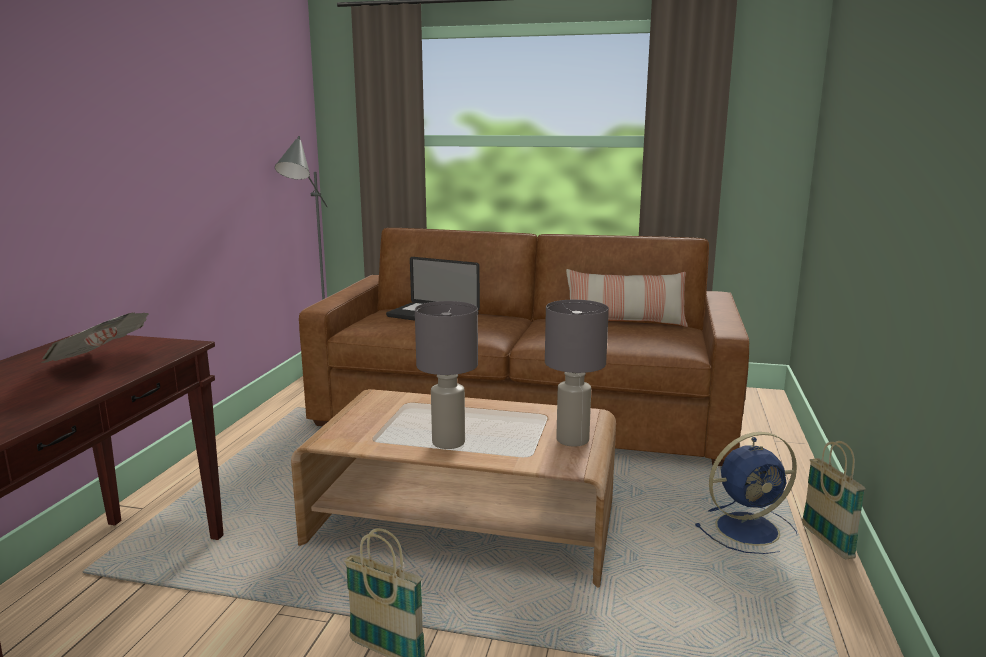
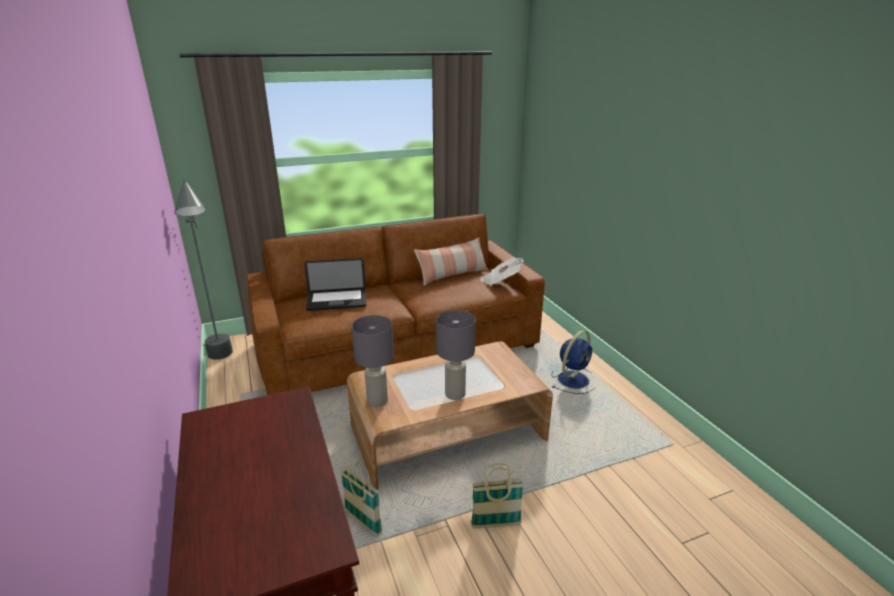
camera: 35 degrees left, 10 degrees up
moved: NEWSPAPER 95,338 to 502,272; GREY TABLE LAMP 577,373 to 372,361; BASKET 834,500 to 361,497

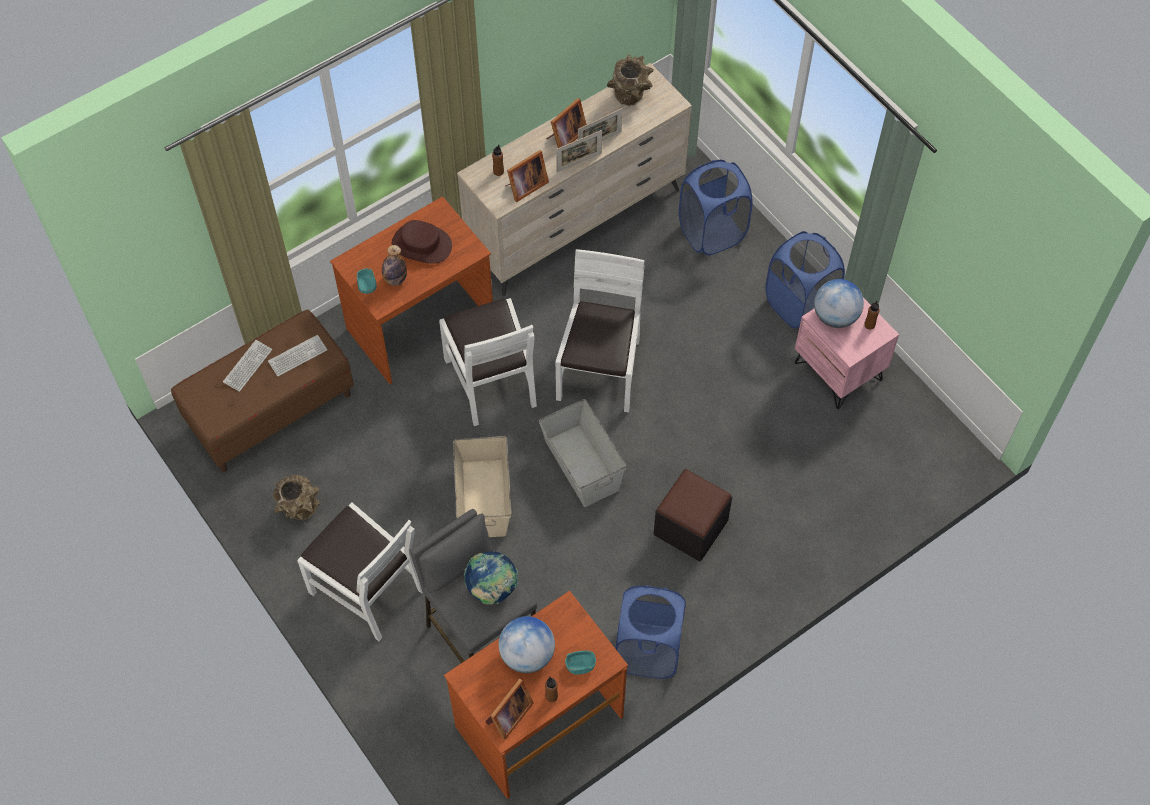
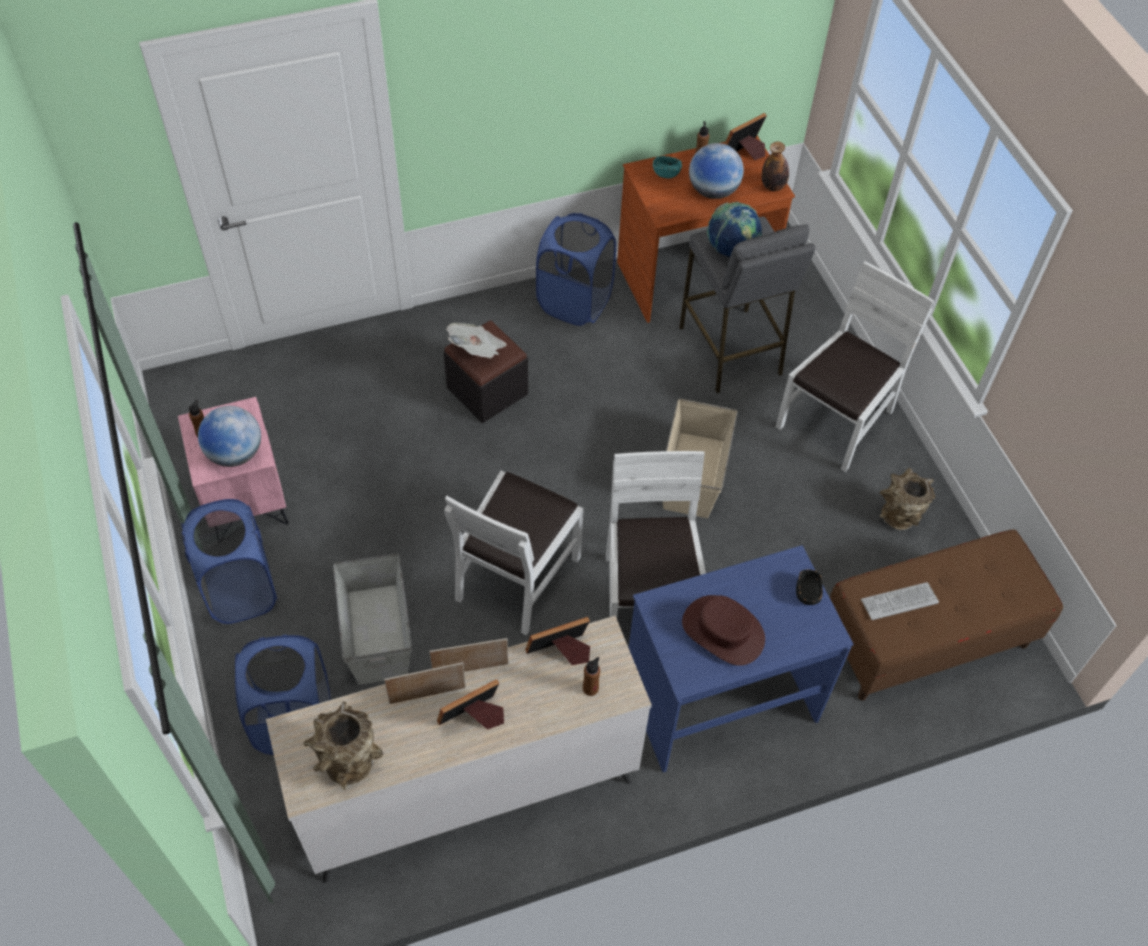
camera: 165 degrees left, 5 degrees down
removed: KEYBOARD 247,366
added: NEWSPAPER 477,341
moved: BOTTLE 394,265 to 775,166; GREY STORAGE BOX 582,453 to 372,619
recoloured: BROWN DESK 411,290 to BLUE DESK 741,659; TURQUOISE BOWL 367,281 to BLACK BOWL 809,587
turned: WHITE CHAIR 360,572 = 855,366 75 degrees clockwise

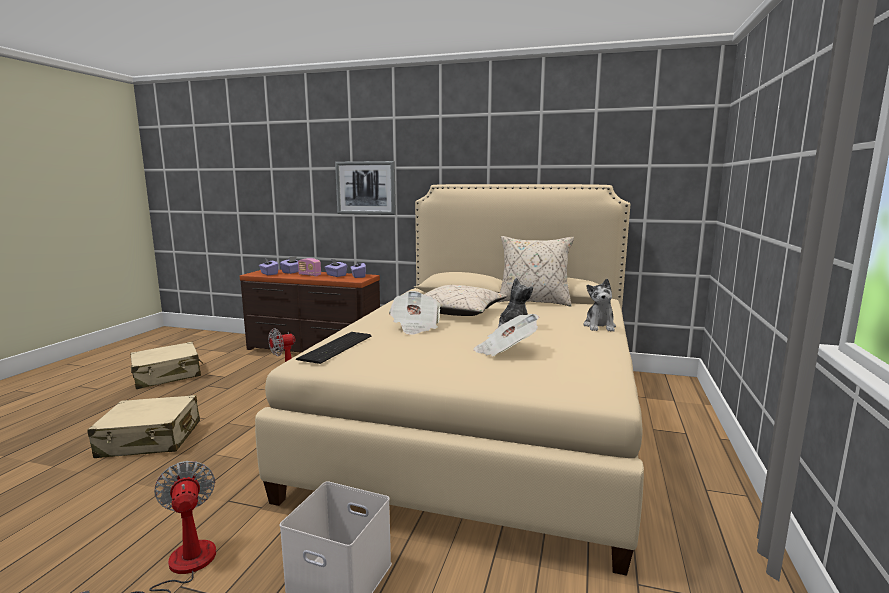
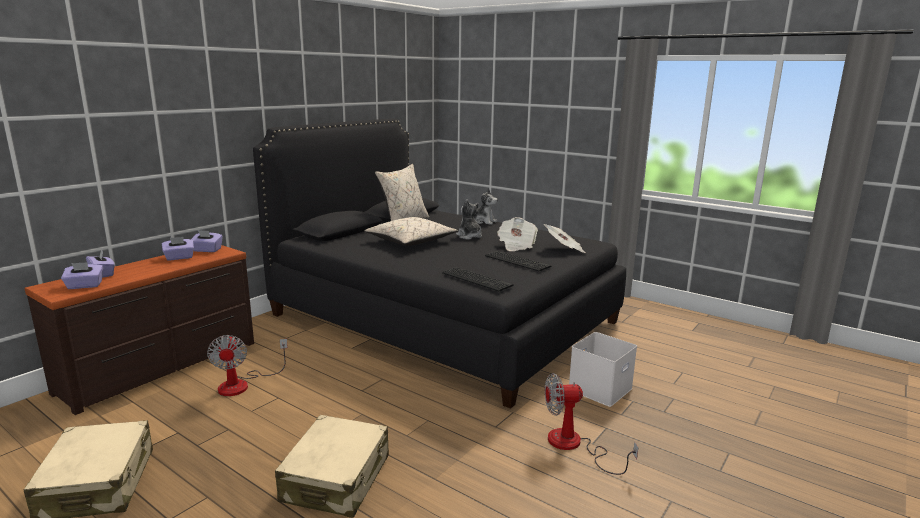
camera: 70 degrees left, 5 degrees up
removed: RADIO 309,267; PICTURE 365,188
added: KEYBOARD 518,261
moved: NEWSPAPER 414,313 to 564,238
recoloured: BEIGE BED 449,380 to BLACK BED 439,264

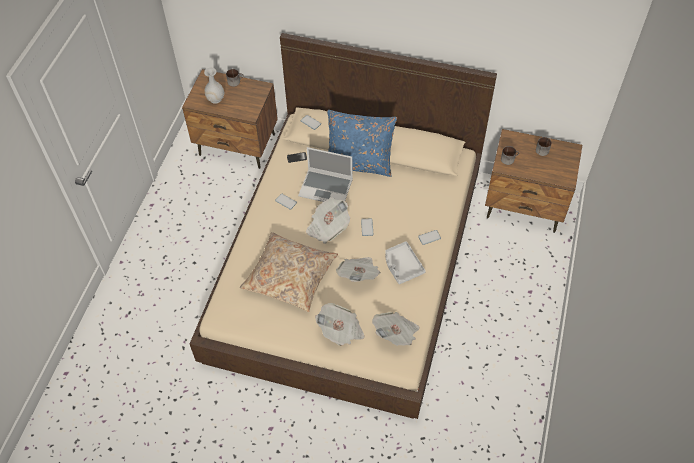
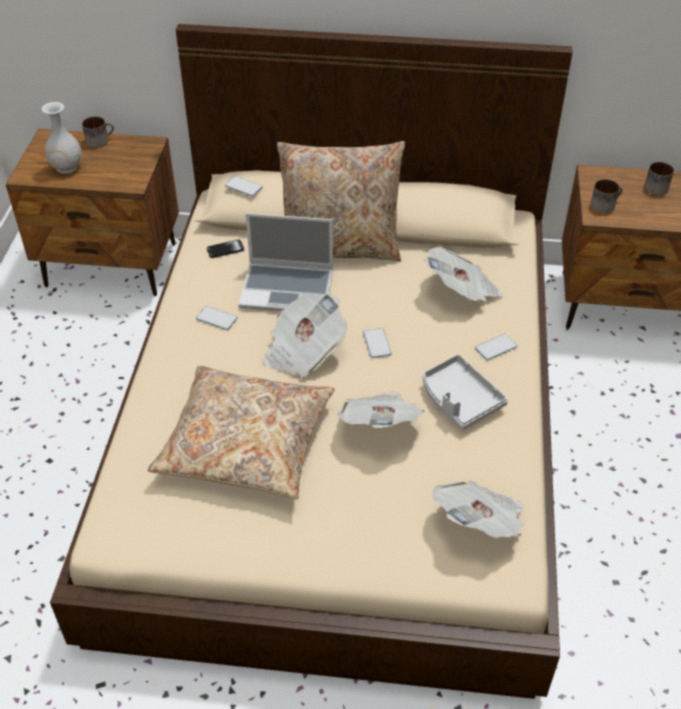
camera: 10 degrees left, 10 degrees down
moved: NEWSPAPER 340,324 to 463,274
recoloured: BLUE PILLOW 362,143 to BEIGE PILLOW 341,201

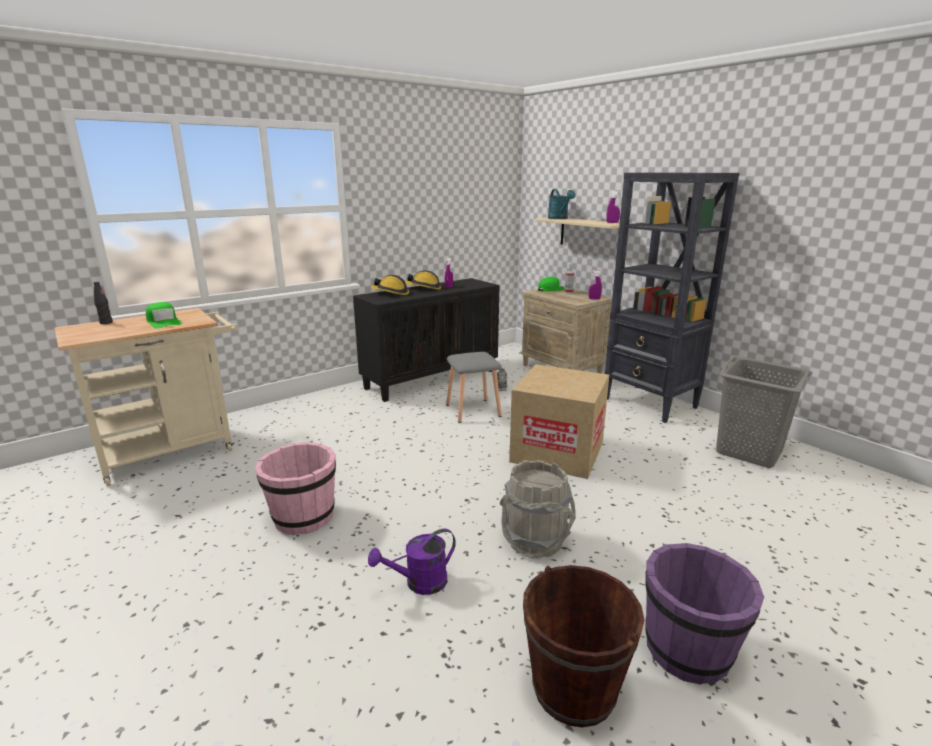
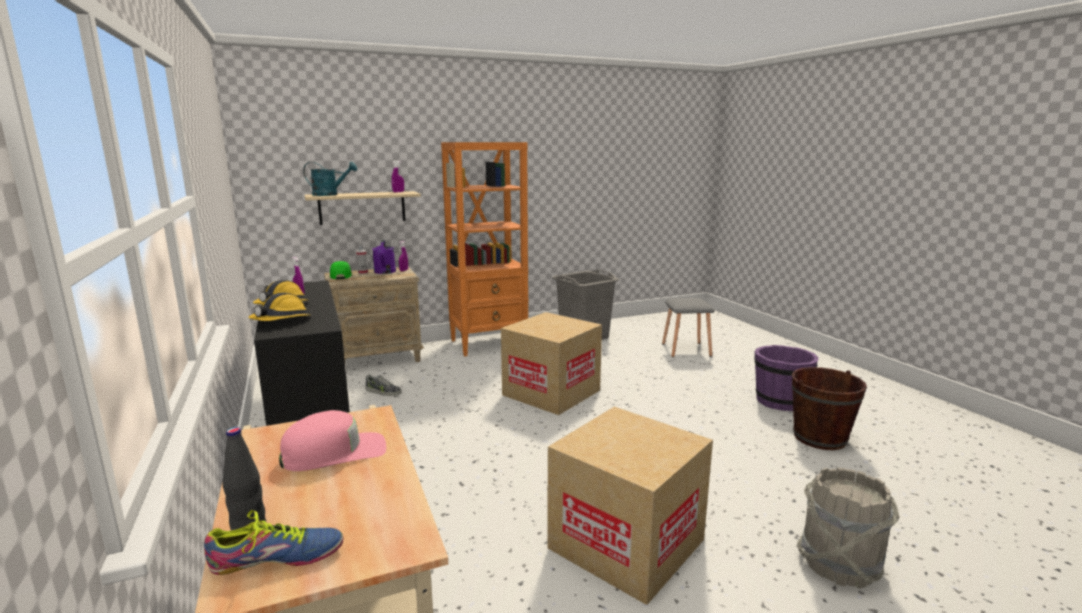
camera: 75 degrees left, 5 degrees down
added: SHOE 273,542
moved: PURPLE WATERING CAN 412,561 to 384,257; GREY STOOL 474,387 to 688,327; GREY BUCKET 538,509 to 848,528
replaced: PINK BUCKET 295,488 to CARDBOARD BOX 630,505
recoloured: GREEN CAP 164,315 to PINK CAP 332,440; BLACK BOOKCASE 671,297 to ORANGE BOOKCASE 484,249

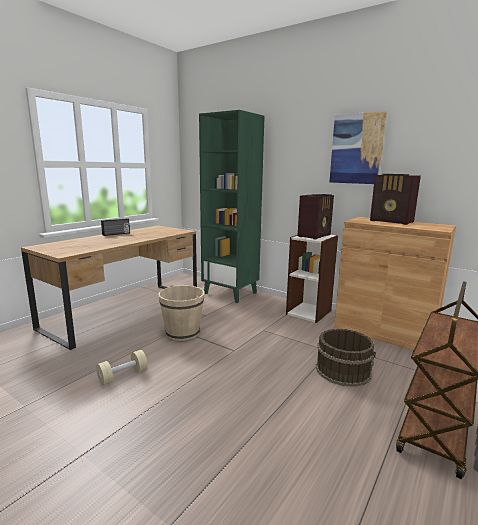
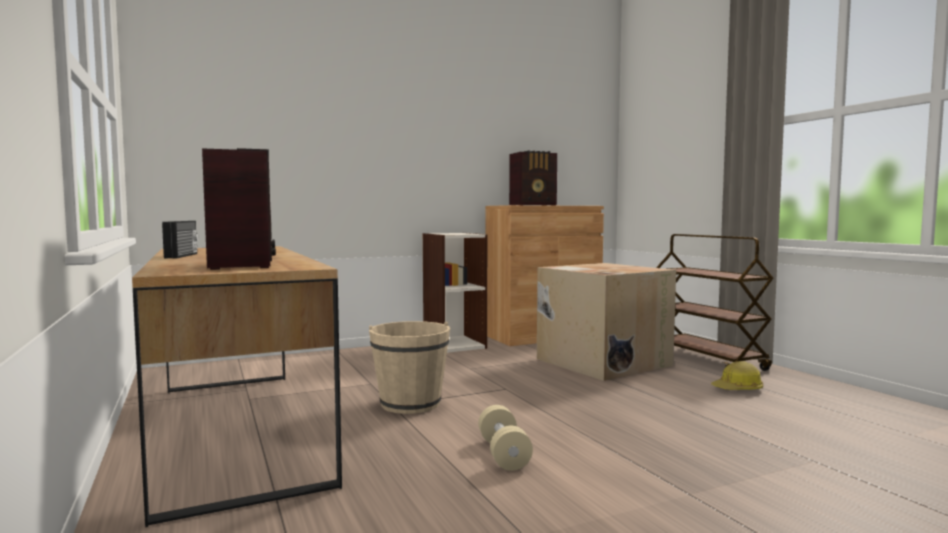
camera: 60 degrees left, 10 degrees down
removed: GREEN BOOKCASE 231,206; PICTURE 358,147
added: HARD HAT 737,375
moved: RADIO 316,217 to 239,209
replaced: BROWN BUCKET 346,358 to CARDBOARD BOX 606,322

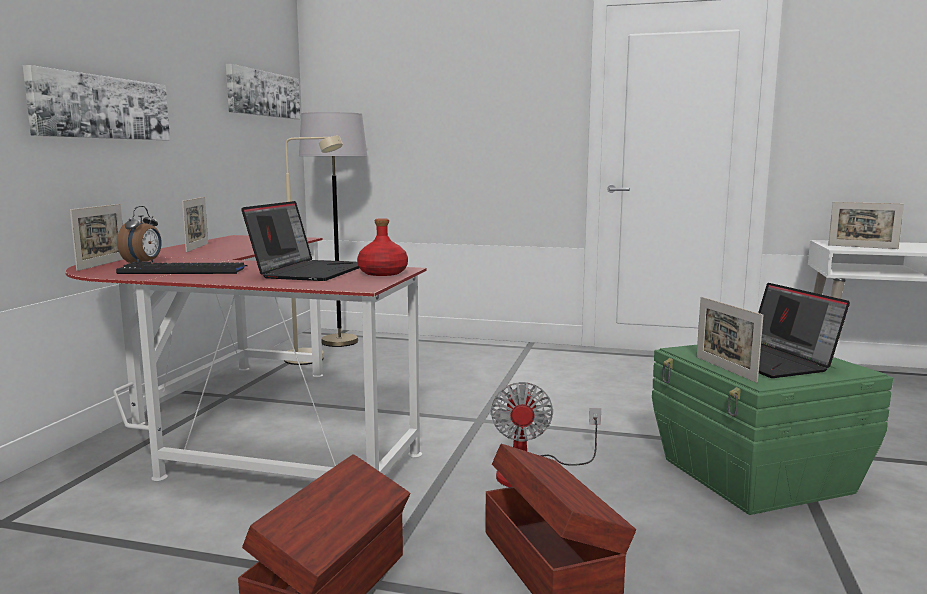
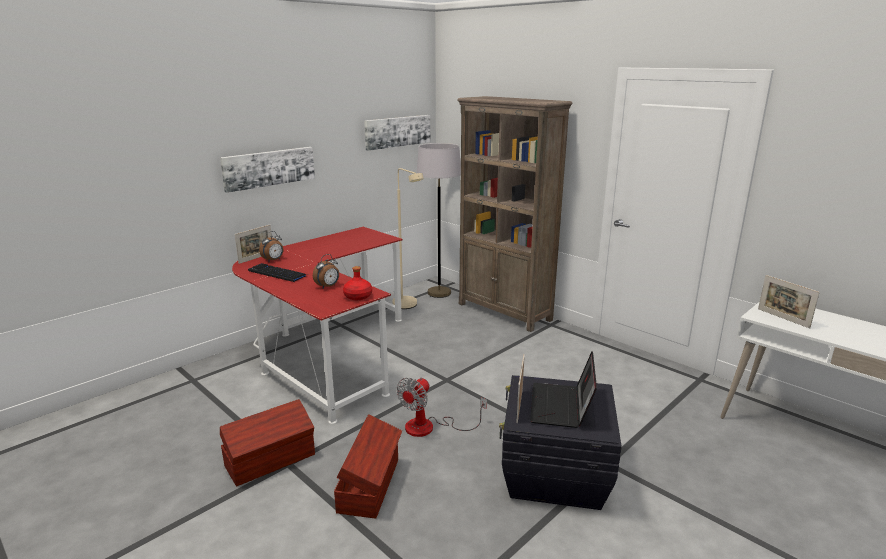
camera: 30 degrees right, 10 degrees up
removed: PICTURE FRAME 195,224
added: BROWN BOOKCASE 515,214
replaced: LAPTOP 300,241 to ALARM CLOCK 326,271
recoloured: GREEN STORAGE BOX 772,430 to BLACK STORAGE BOX 560,442

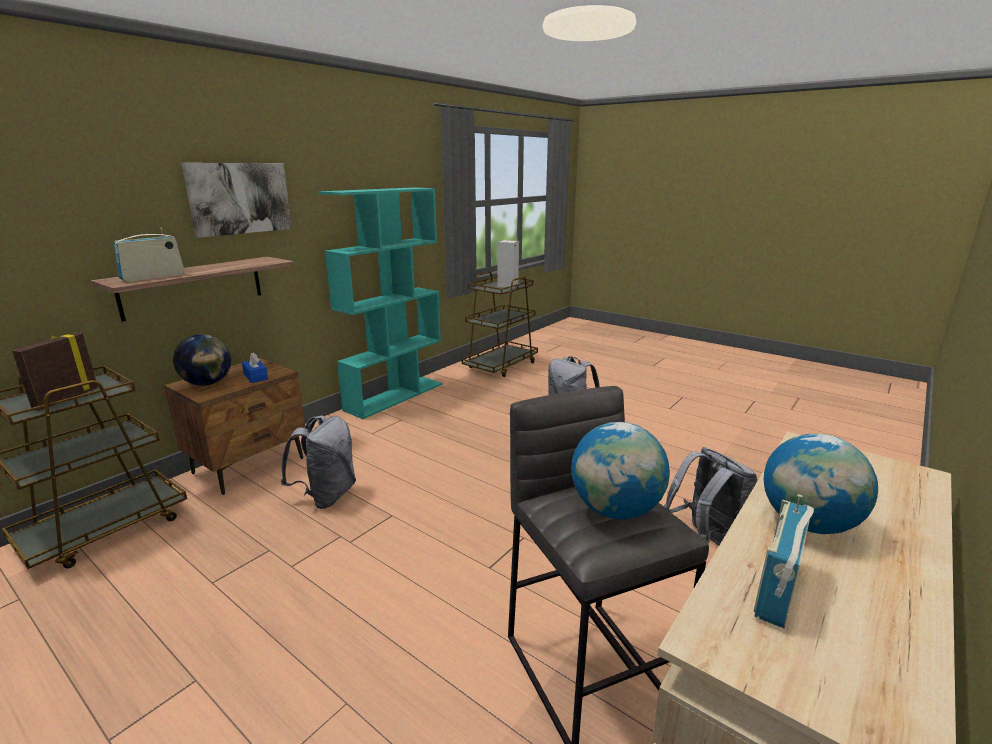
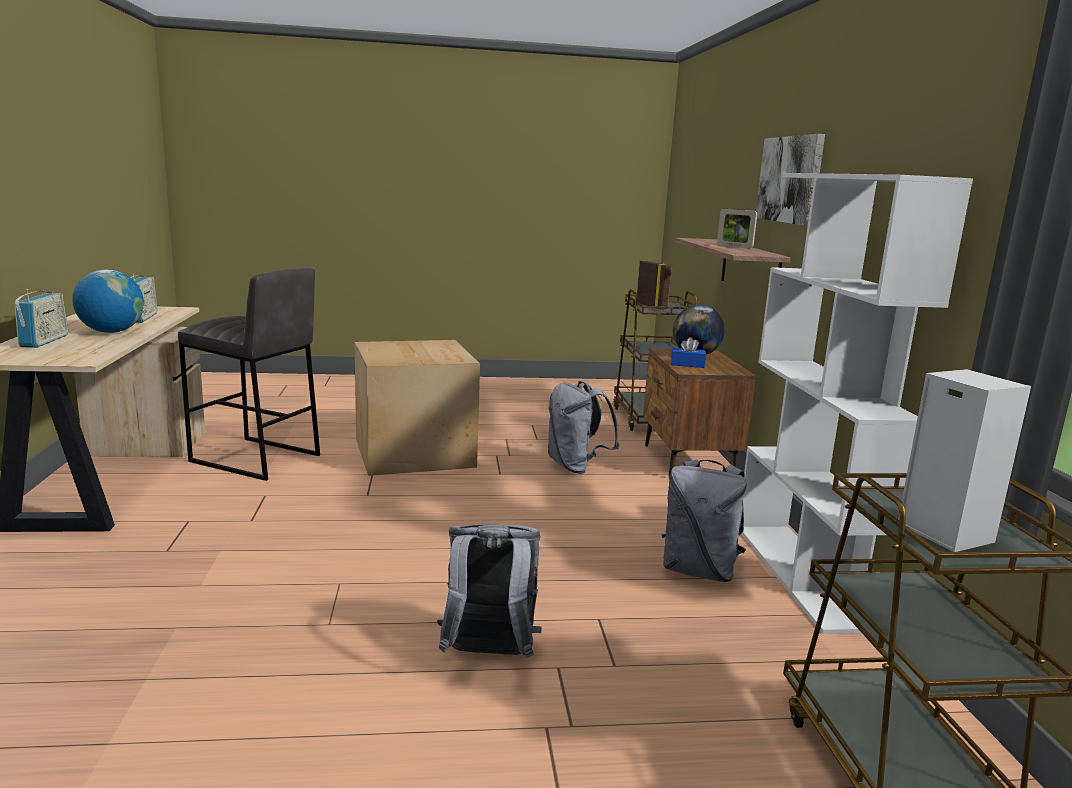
camera: 135 degrees right, 5 degrees down
removed: GLOBE 620,470
added: CARDBOARD BOX 417,408; PICTURE FRAME 737,229
moved: RADIO 149,255 to 41,318; GREY BACKPACK 710,496 to 704,520
recoloured: TURQUOISE BOOKCASE 380,303 to WHITE BOOKCASE 857,403

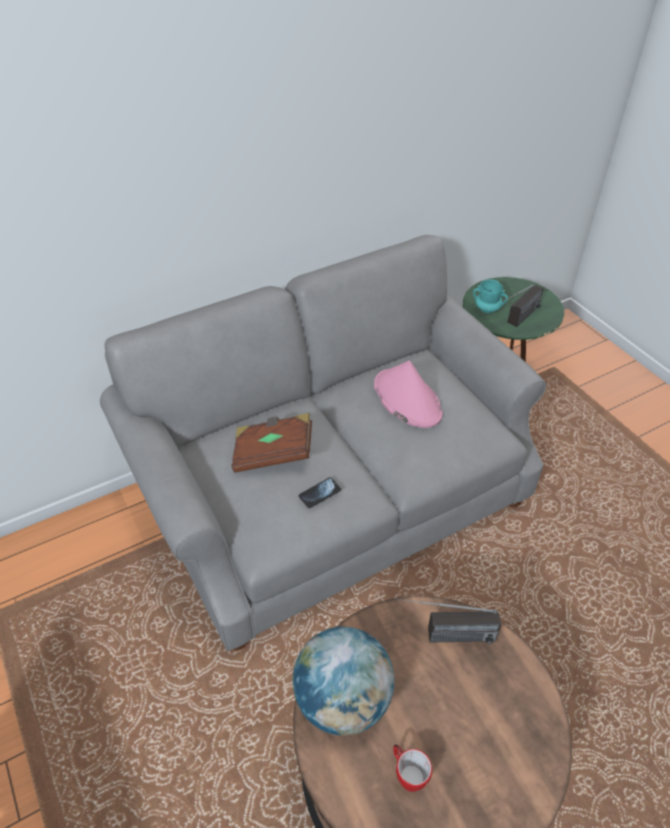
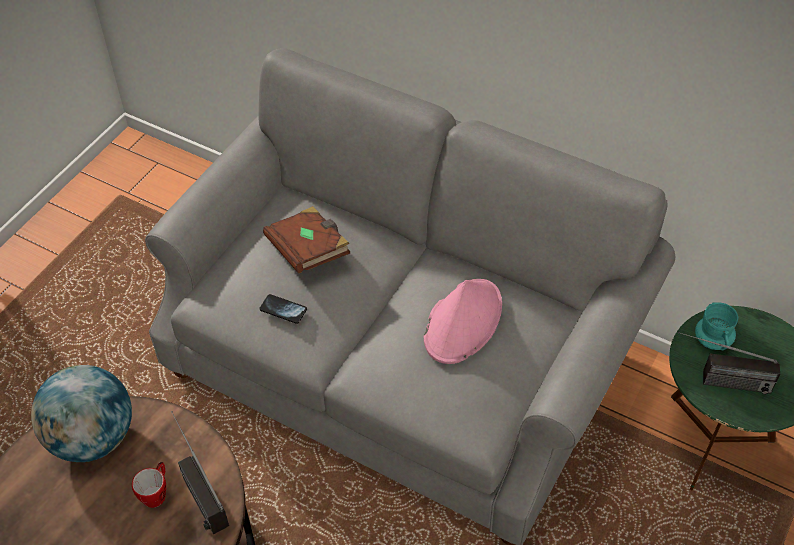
camera: 60 degrees right, 5 degrees up
moved: MUG 412,768 to 149,485

